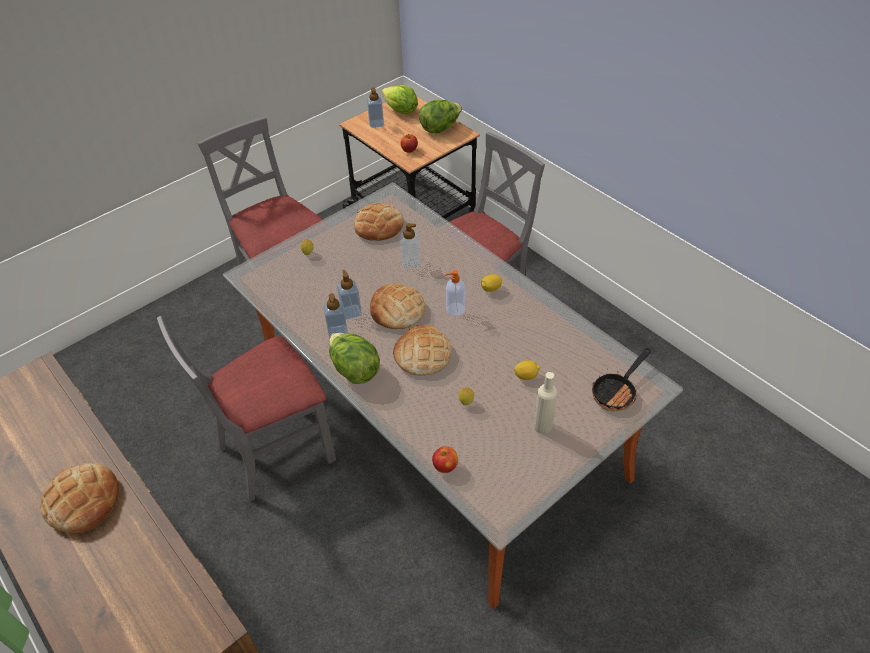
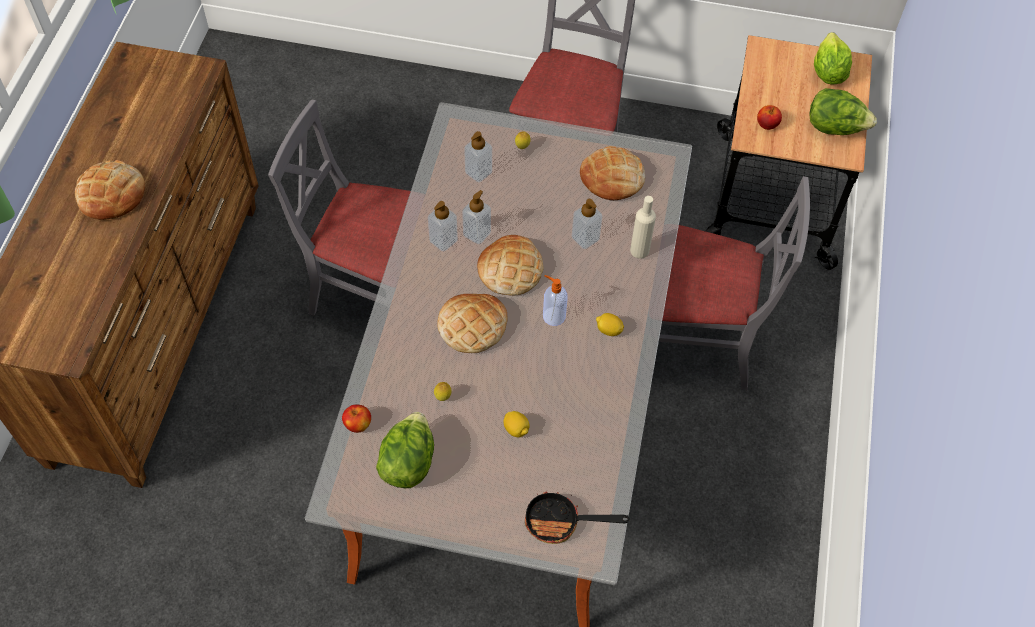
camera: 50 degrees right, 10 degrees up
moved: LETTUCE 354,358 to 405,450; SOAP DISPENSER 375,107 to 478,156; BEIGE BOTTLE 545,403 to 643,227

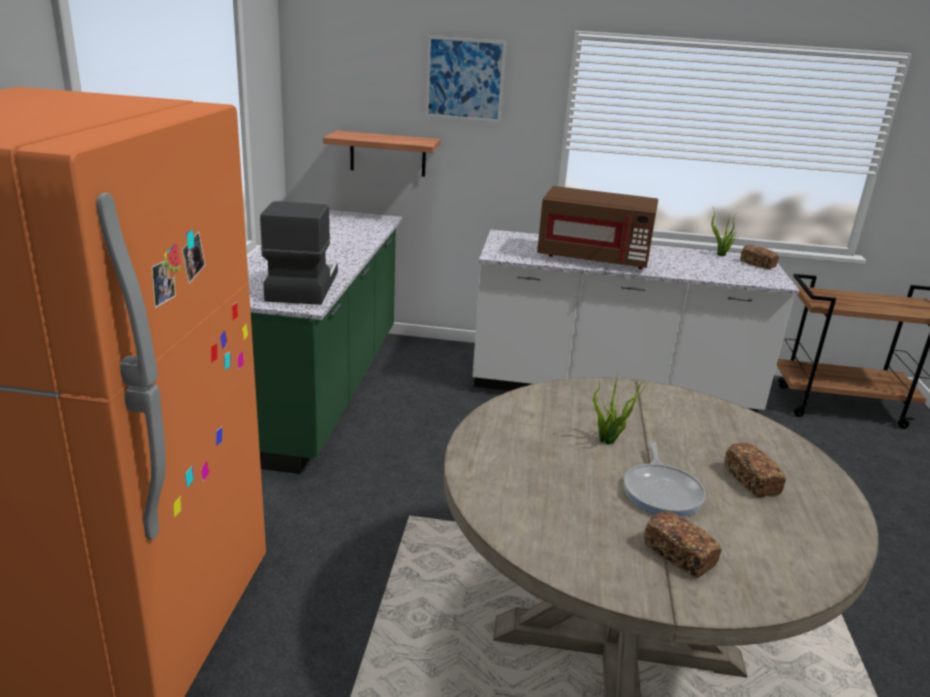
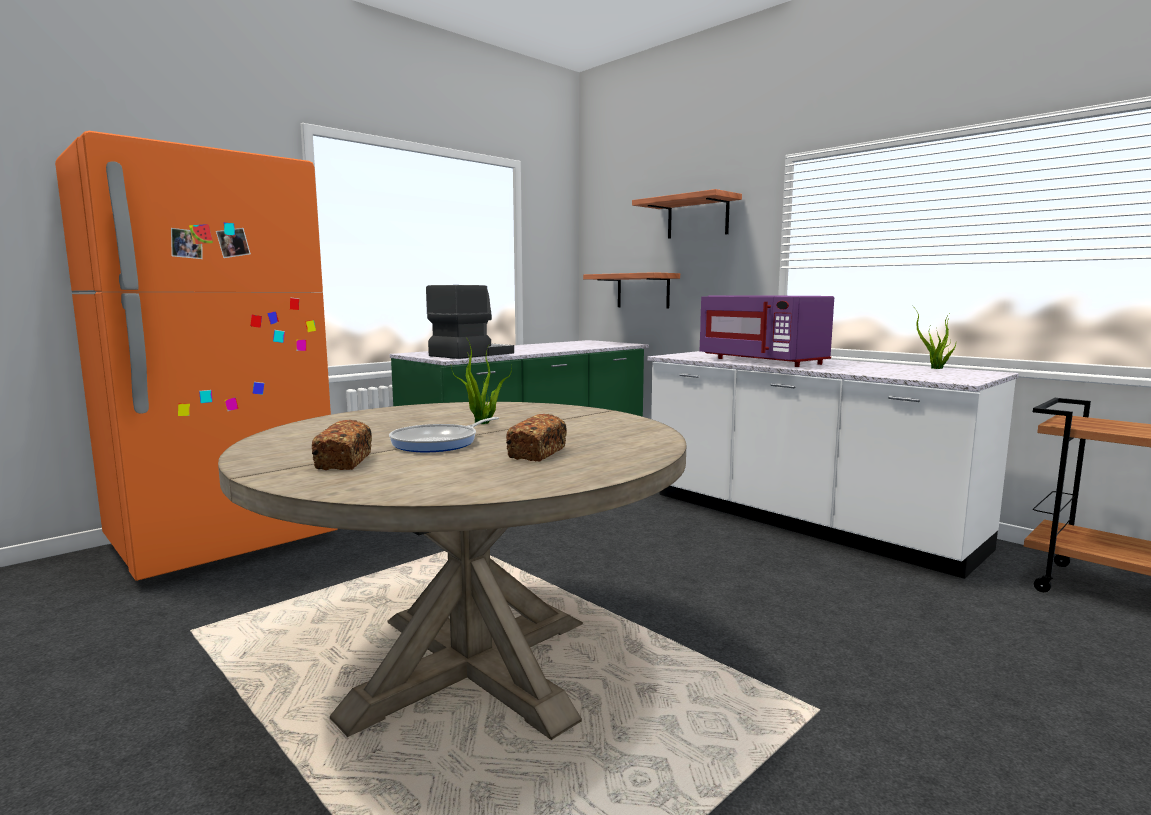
camera: 40 degrees right, 15 degrees down
removed: BREAD 759,257
replaced: PICTURE 466,79 to SHELF 687,214
recoloured: BROWN MICROWAVE 597,227 to PURPLE MICROWAVE 767,331

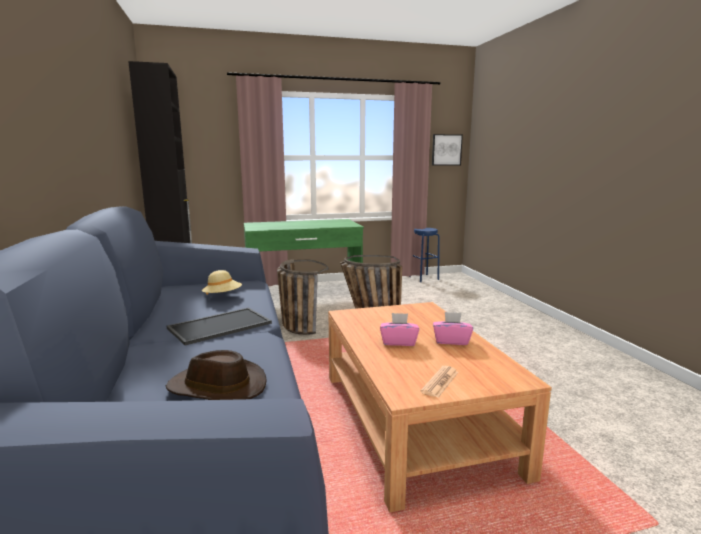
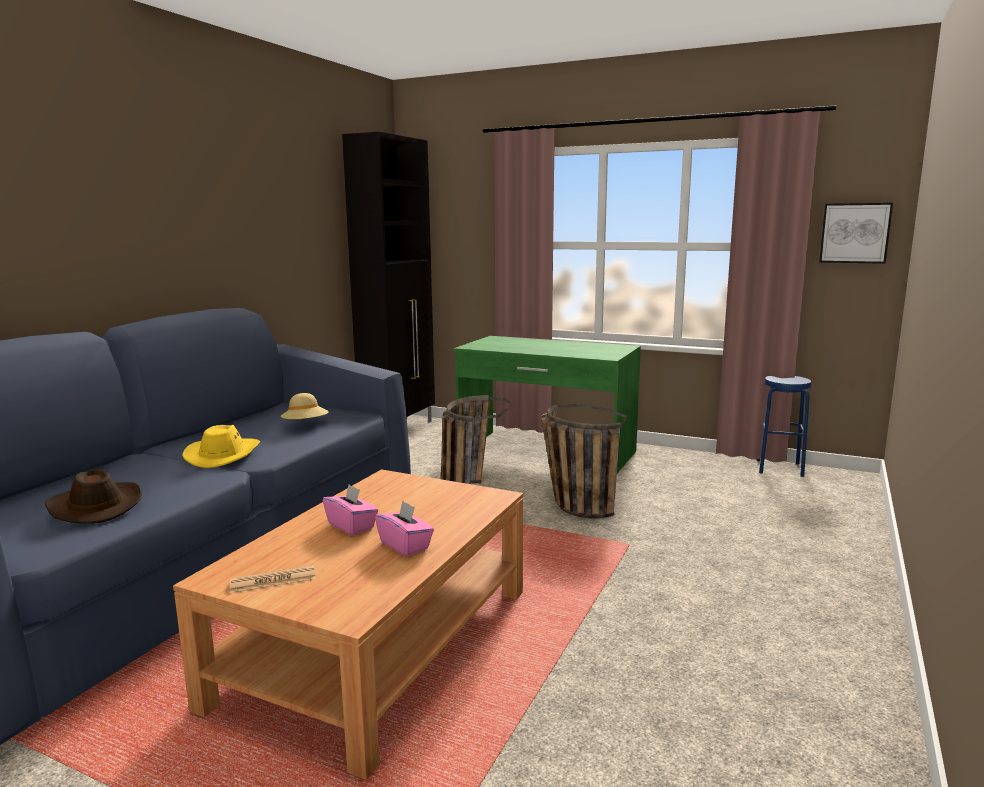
camera: 40 degrees right, 0 degrees up
replaced: TRAY 219,326 to YELLOW HAT 221,446

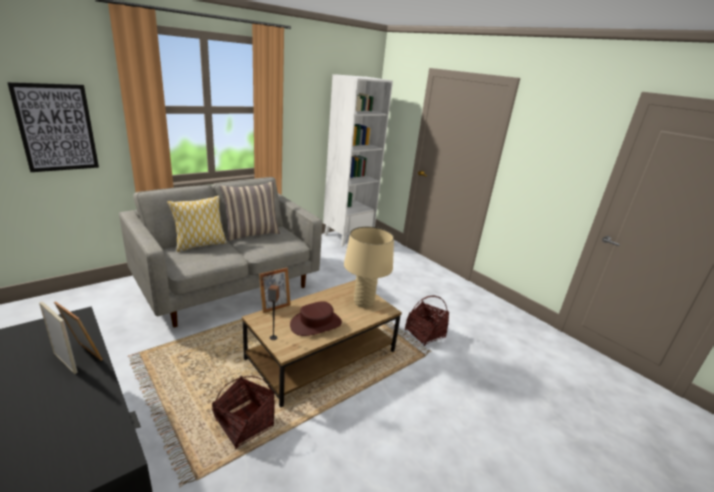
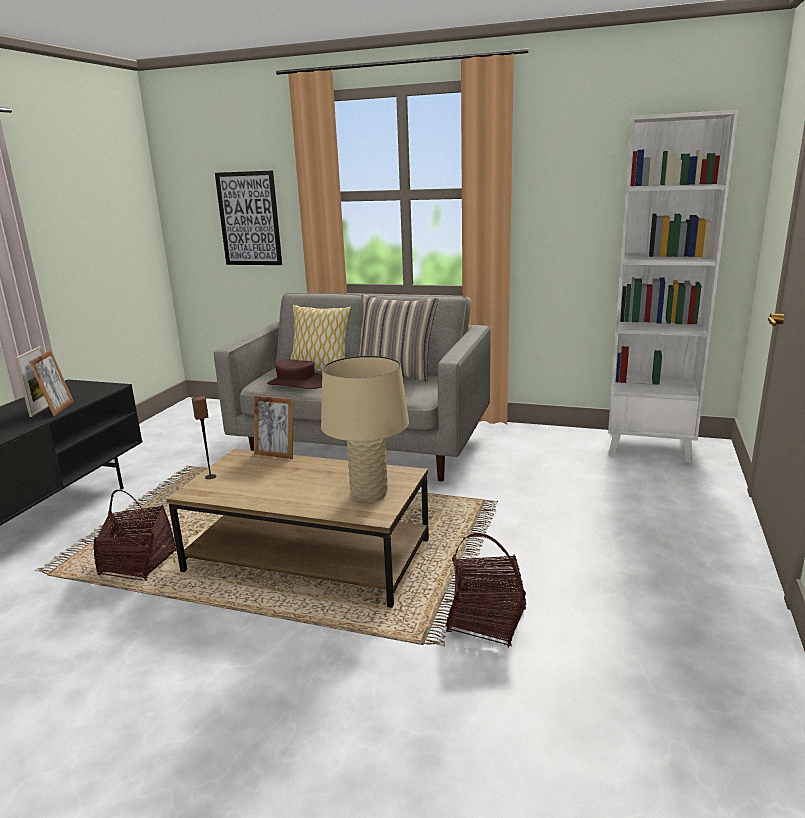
camera: 60 degrees right, 5 degrees down
moved: BROWN HAT 316,318 to 294,374

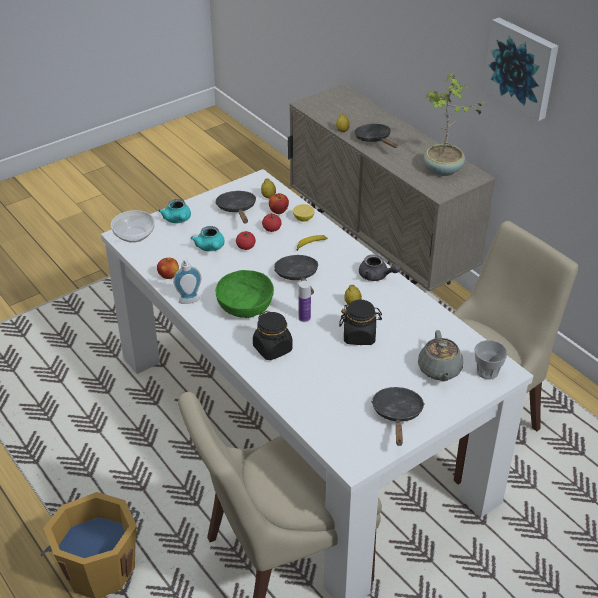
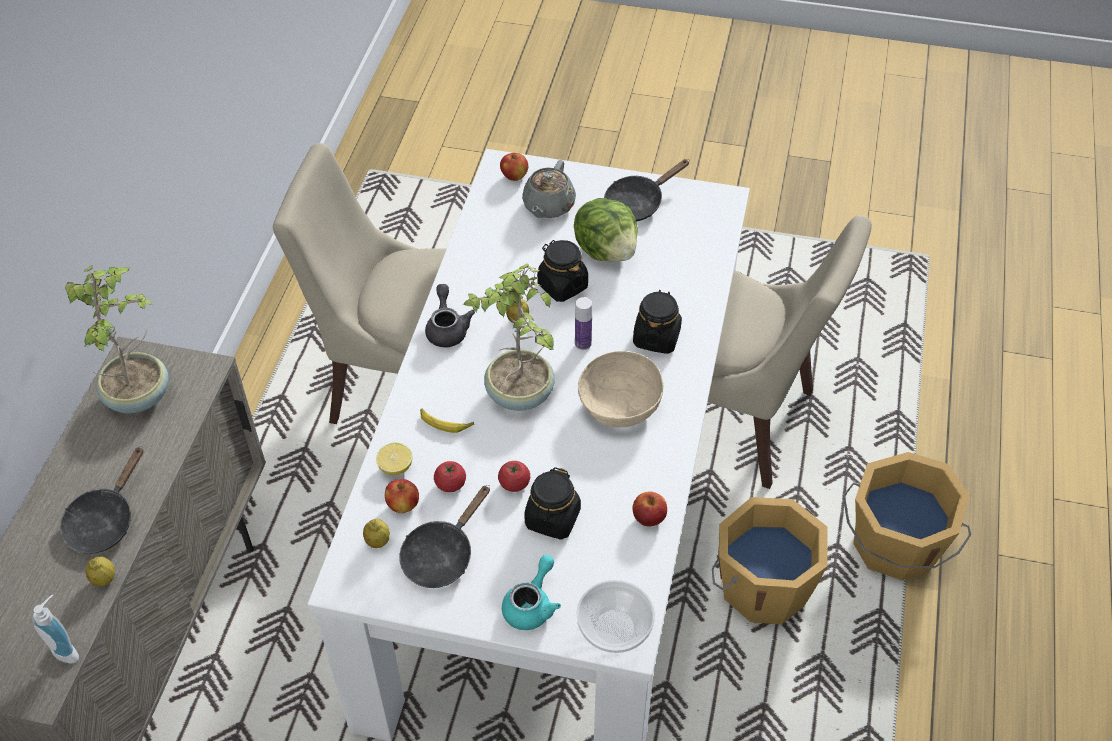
camera: 130 degrees left, 10 degrees up
removed: PICTURE 520,69
added: LETTUCE 606,229; ORANGE BUCKET 770,561
moved: SOAP DISPENSER 187,280 to 55,629
replaced: TURQUOISE TEAPOT 208,238 to BLACK JAR 552,503; BLACK FRYING PAN 296,275 to POTTED PLANT 509,337; CUP 491,360 to APPLE 514,167
recoloured: GREEN BOWL 245,294 to BEIGE BOWL 620,389
turned: GREY TEAPOT 440,355 = 549,189 150 degrees clockwise

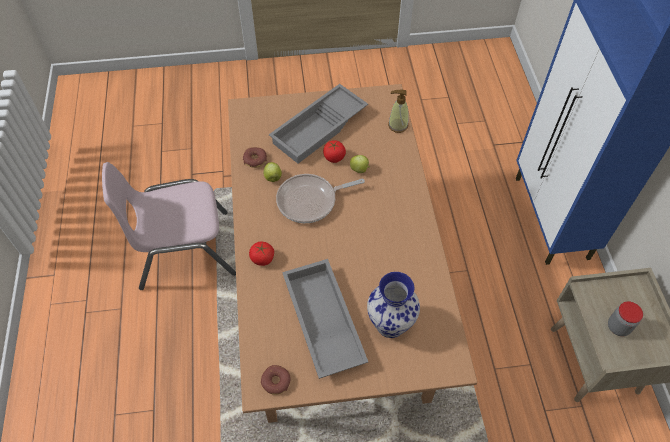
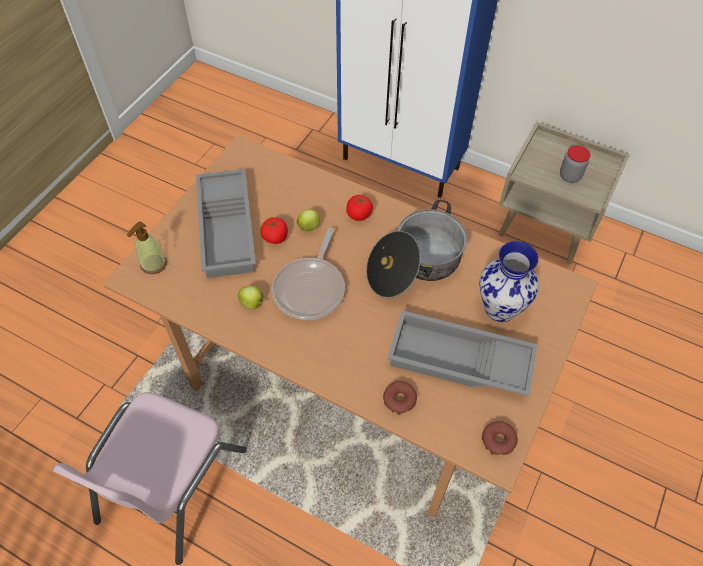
camera: 55 degrees left, 0 degrees up
added: COOKING POT 416,249
moved: DONUT 255,157 to 400,398; TOMATO 261,254 to 359,208; SOAP DISPENSER 398,111 to 147,247

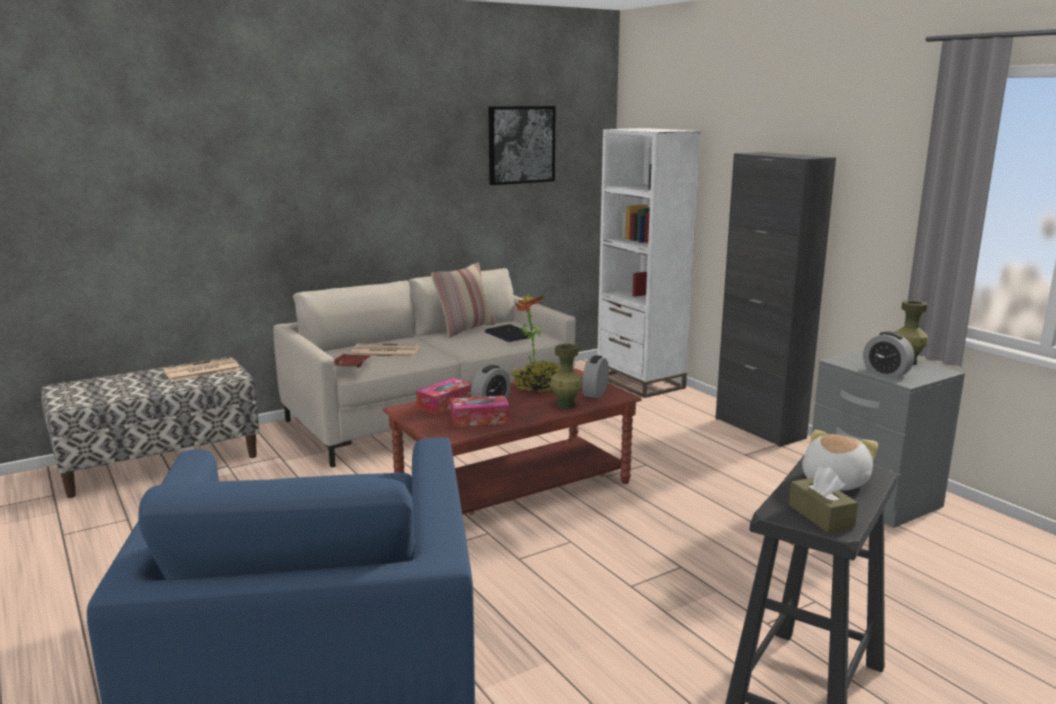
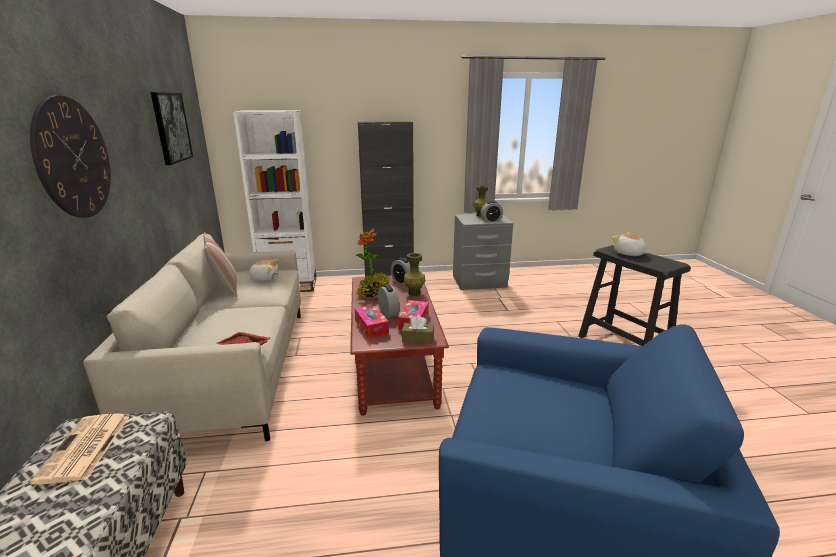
camera: 65 degrees left, 5 degrees up
removed: NEWSPAPER 385,350
added: WALL CLOCK 70,156
moved: BROWN TISSUE BOX 823,500 to 418,329
replaced: LAPTOP 508,333 to PLUSH TOY 263,270

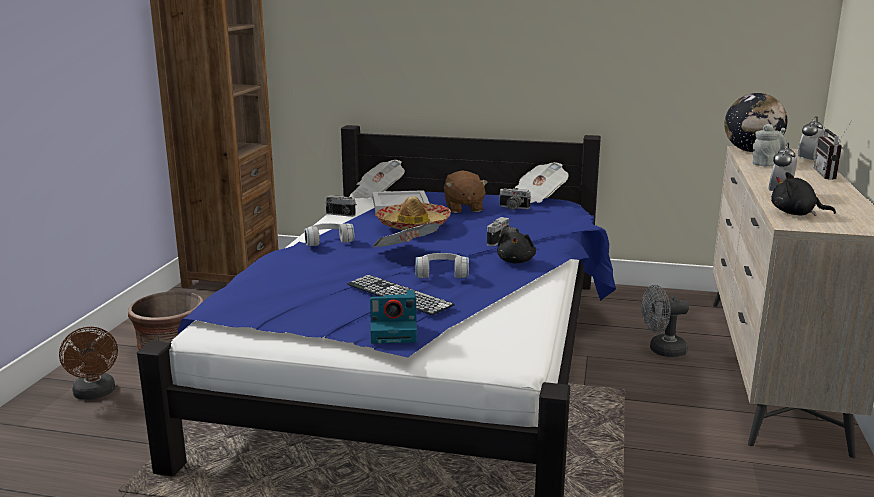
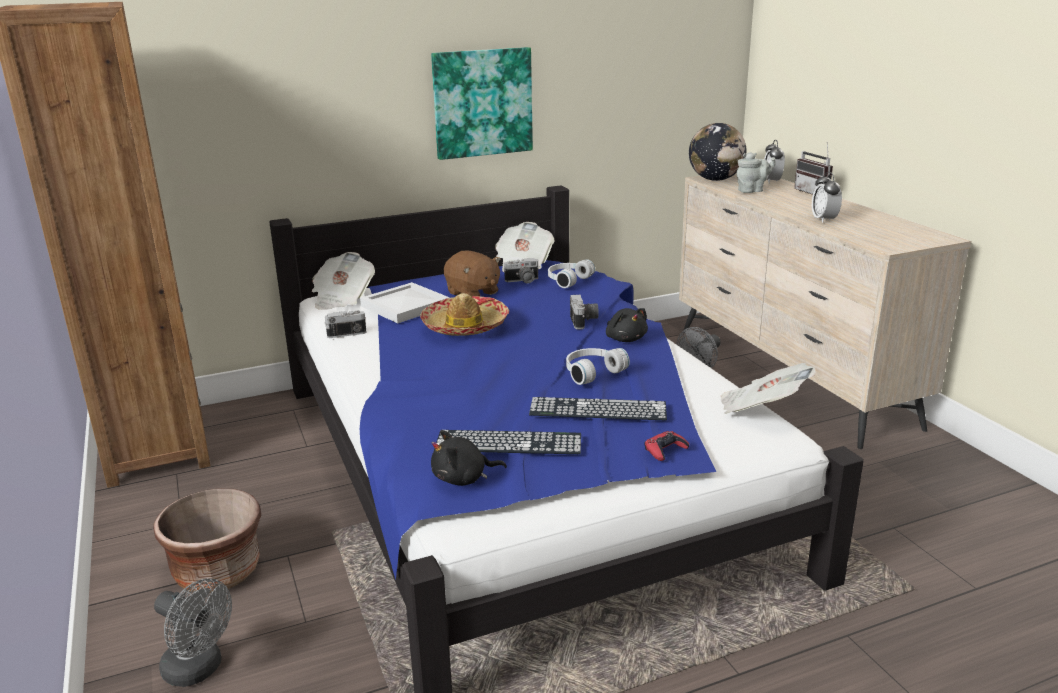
camera: 35 degrees left, 5 degrees up
added: PICTURE 482,103; KEYBOARD 507,442
moved: WHITE HEADPHONES 329,234 to 571,273; NEWSPAPER 407,235 to 768,388; BLACK PLUSH TOY 803,194 to 469,458
replaced: PHOTO CAMERA 393,317 to RED GAME CONTROLLER 666,446
recoloured: BROWN FAN 88,363 to GREY FAN 193,632
turned: GREY TEAPOT 769,145 = 756,172 60 degrees clockwise

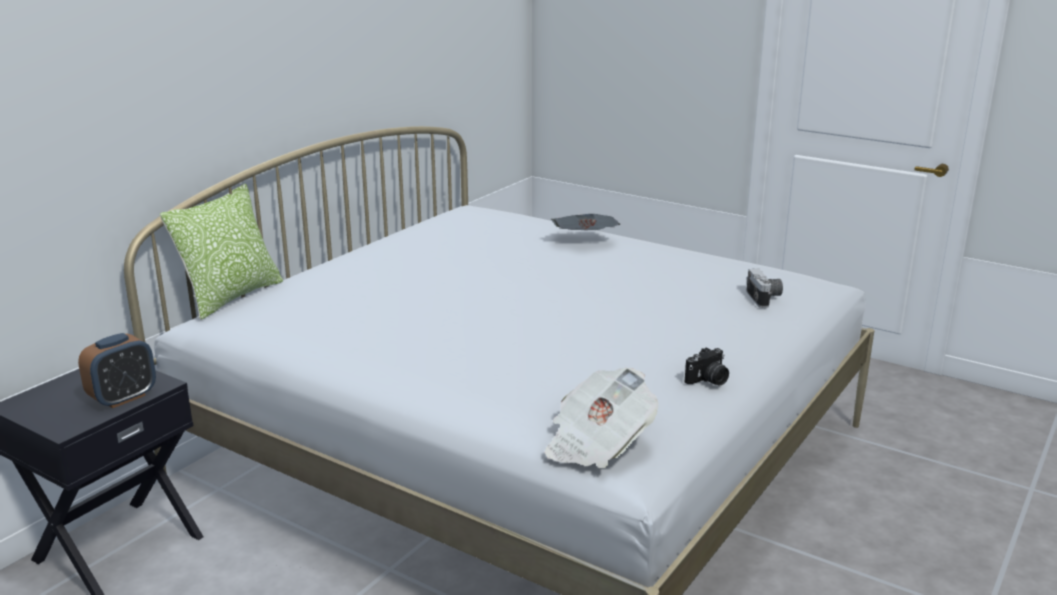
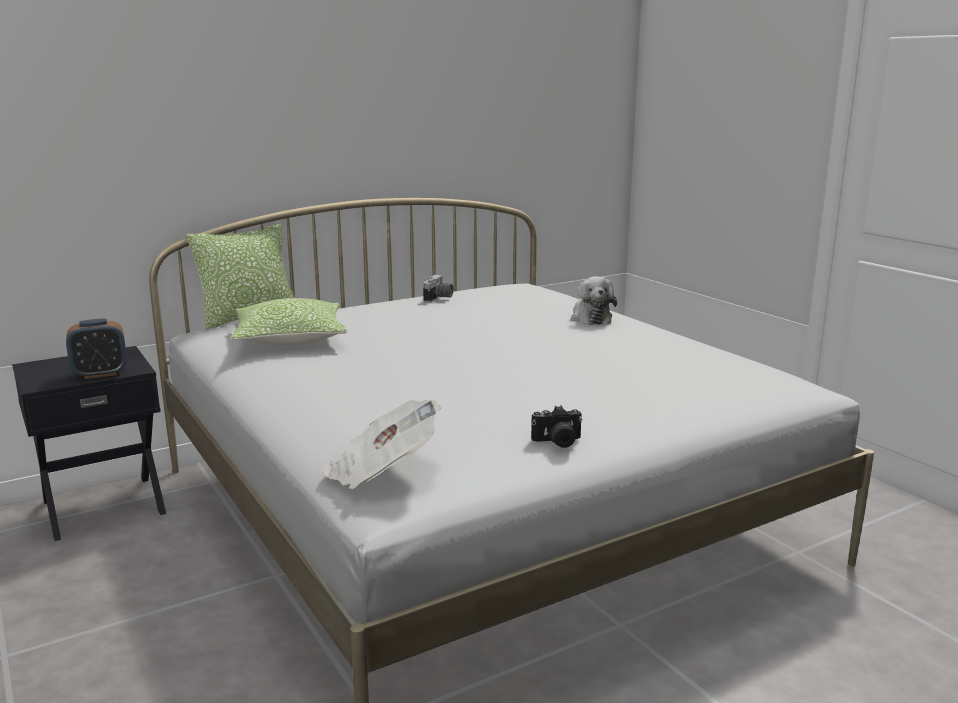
camera: 25 degrees right, 5 degrees down
added: PILLOW 288,321
moved: PHOTO CAMERA 764,288 to 438,289
replaced: NEWSPAPER 585,222 to PLUSH TOY 594,300

